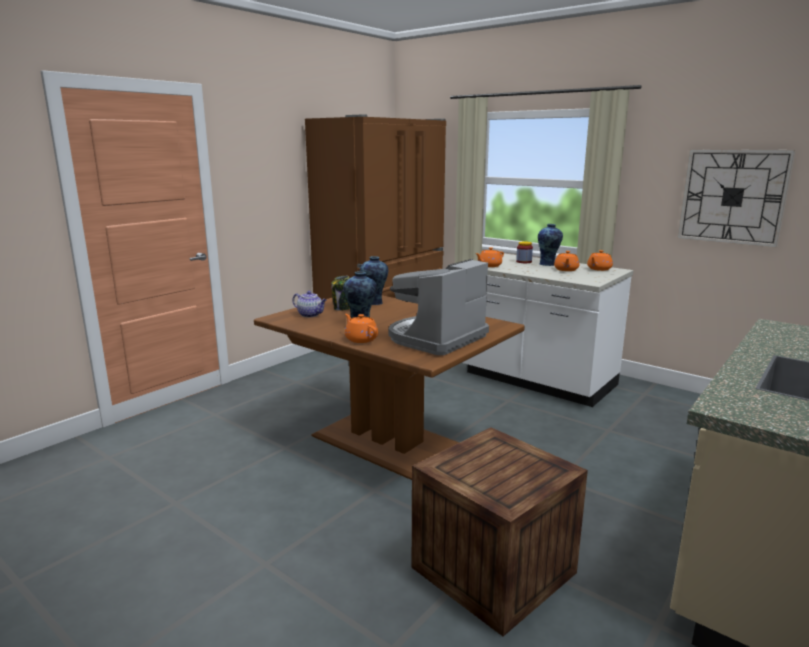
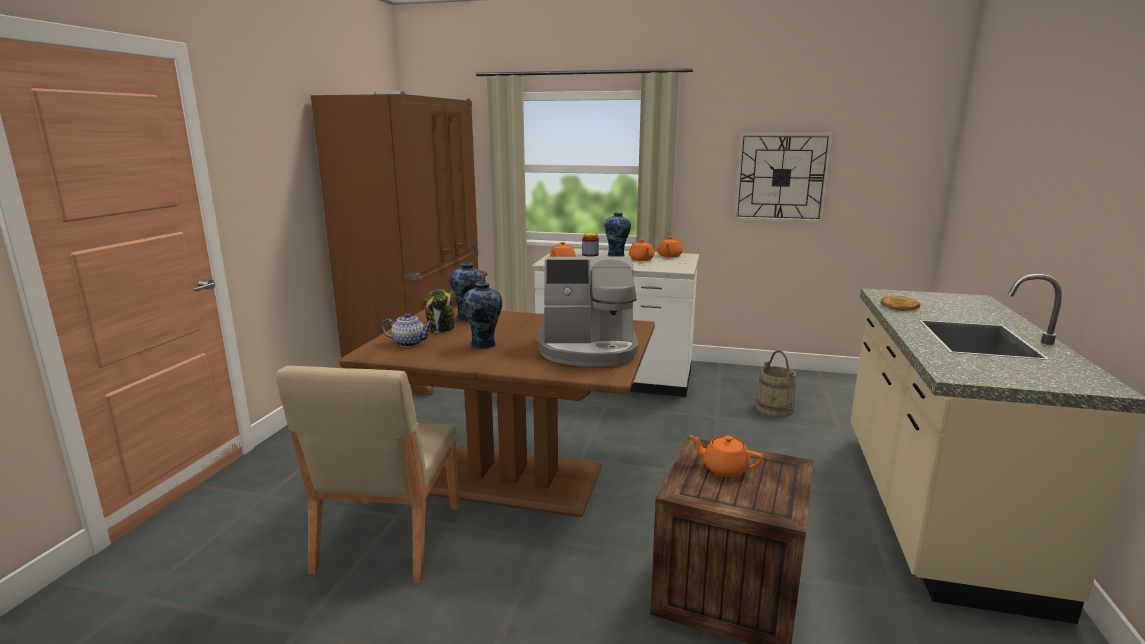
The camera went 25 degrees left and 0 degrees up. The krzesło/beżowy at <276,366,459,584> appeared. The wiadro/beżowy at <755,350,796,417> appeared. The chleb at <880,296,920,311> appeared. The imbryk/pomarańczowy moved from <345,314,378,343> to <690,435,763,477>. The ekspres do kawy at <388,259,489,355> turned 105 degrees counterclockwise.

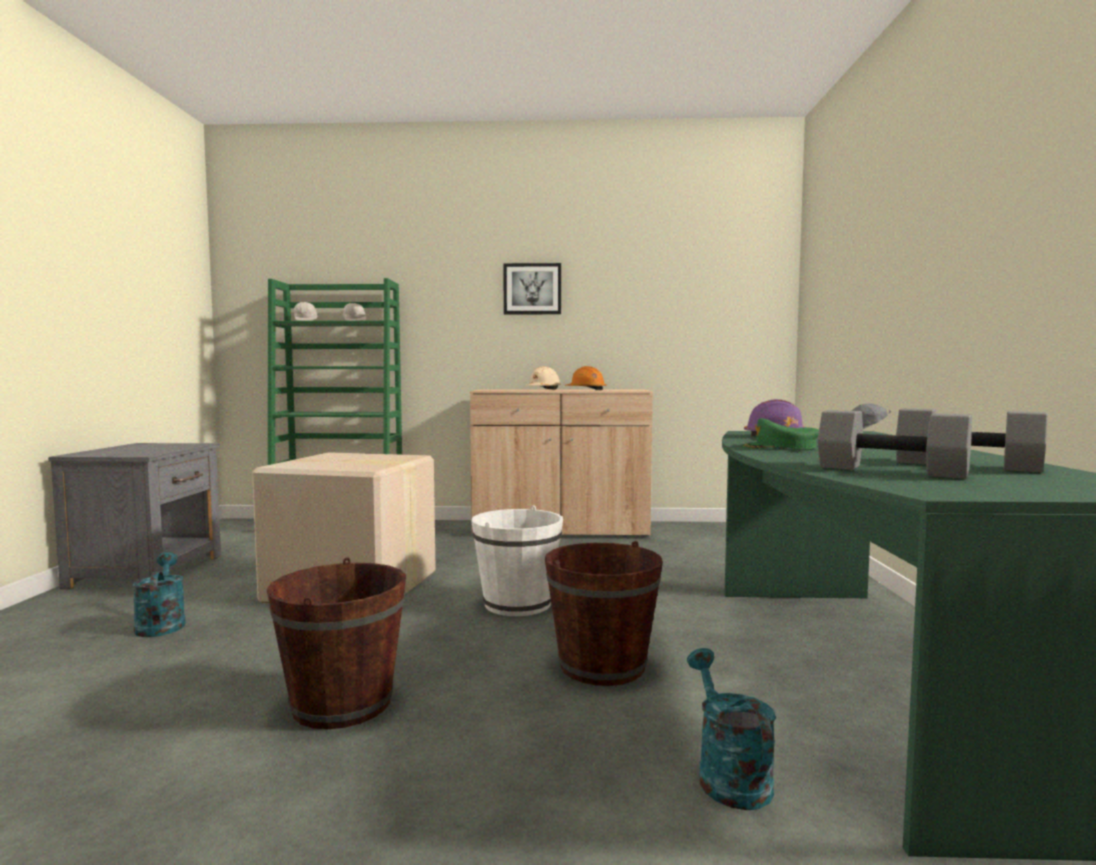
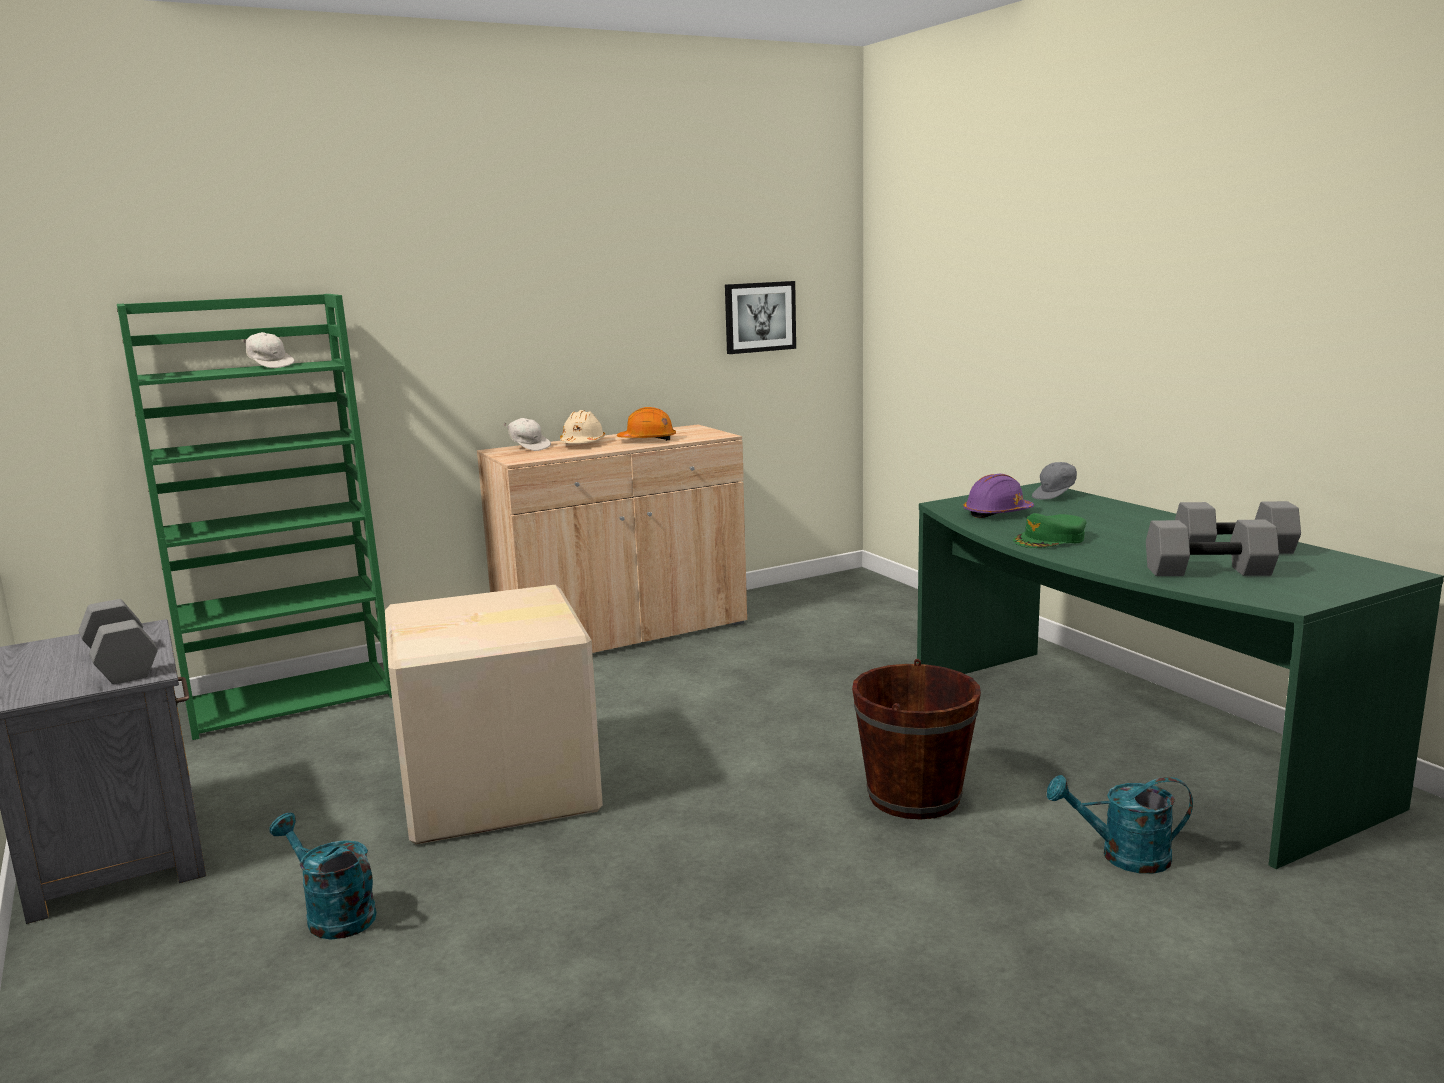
The camera went 30 degrees left and 10 degrees up. The wiadro/brązowy at <266,557,406,729> disappeared. The wiadro/biały at <471,505,563,616> disappeared. The hantel/szary at <79,599,158,684> appeared. The czapka z daszkiem/biały moved from <294,302,317,321> to <504,418,551,451>. The obraz moved from <503,263,561,314> to <725,281,796,354>. The konewka/turkusowy at <687,648,776,810> turned 45 degrees counterclockwise.

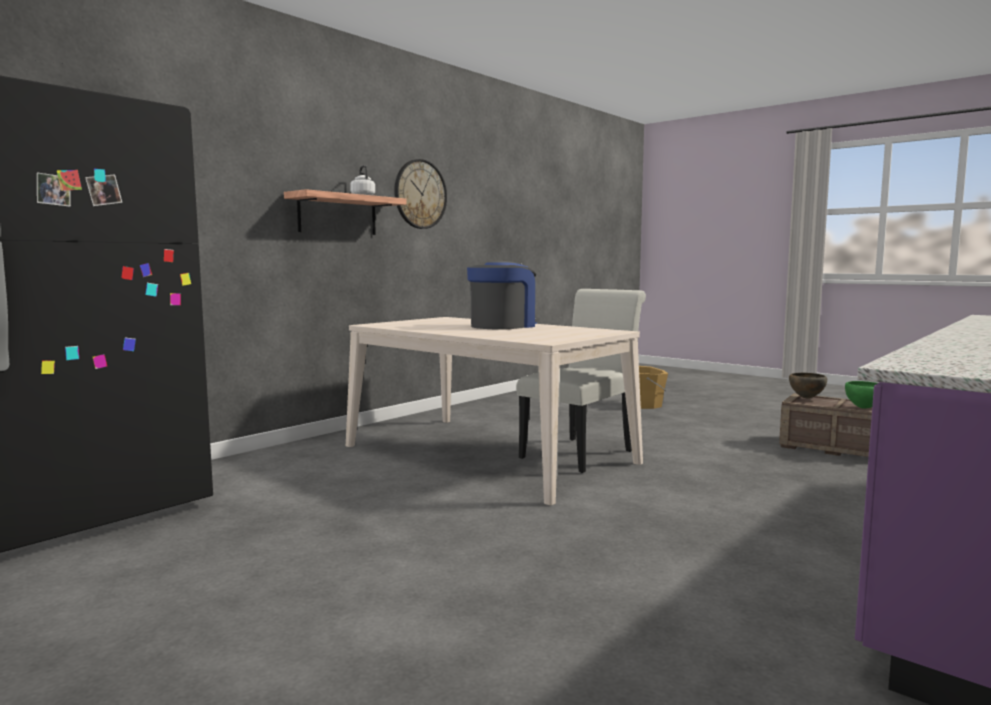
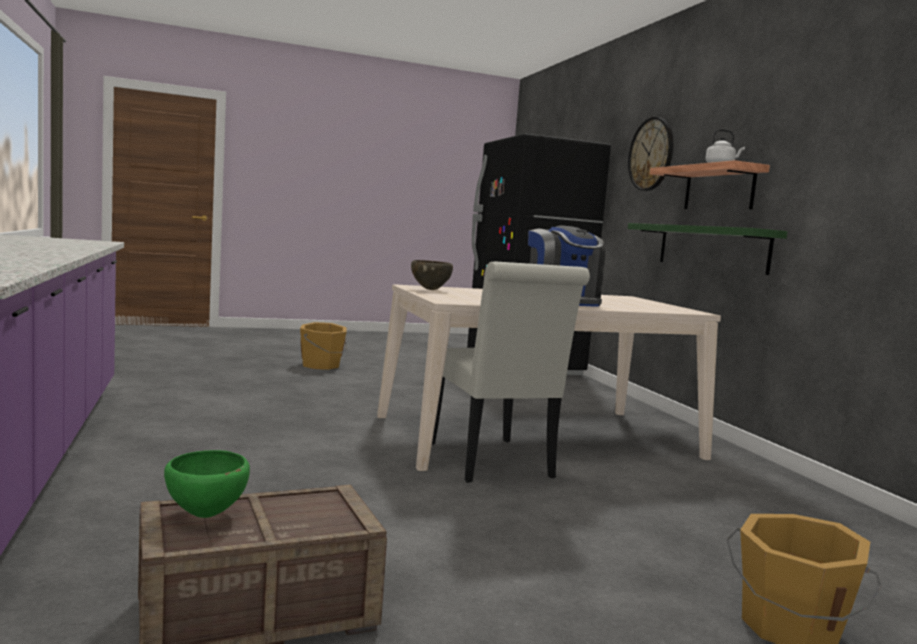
The camera went 120 degrees right and 0 degrees up. The wiadro/pomarańczowy at <300,322,347,370> appeared. The półka/zielony at <628,223,788,275> appeared. The zegar ścienny moved from <394,159,447,229> to <628,117,673,191>. The miska/brązowy moved from <789,373,827,398> to <411,260,453,290>.

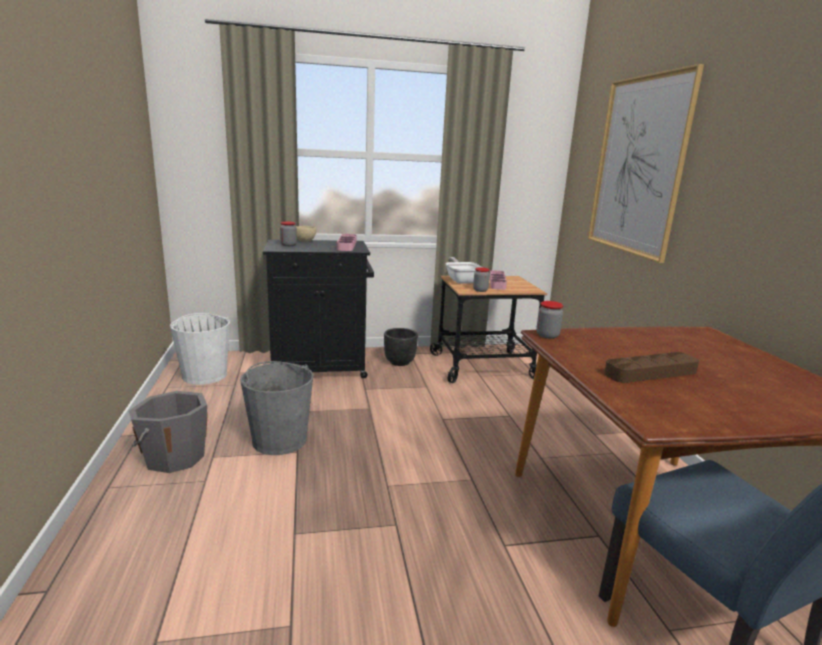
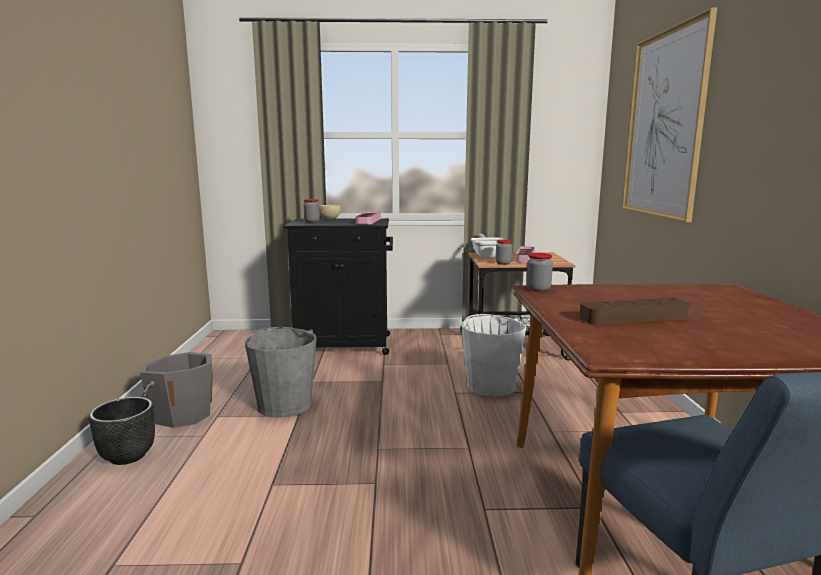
The camera went 10 degrees right and 5 degrees down. The wiadro/biały moved from <170,313,230,385> to <461,314,526,397>. The donica/czarny moved from <384,328,418,366> to <89,397,155,465>.

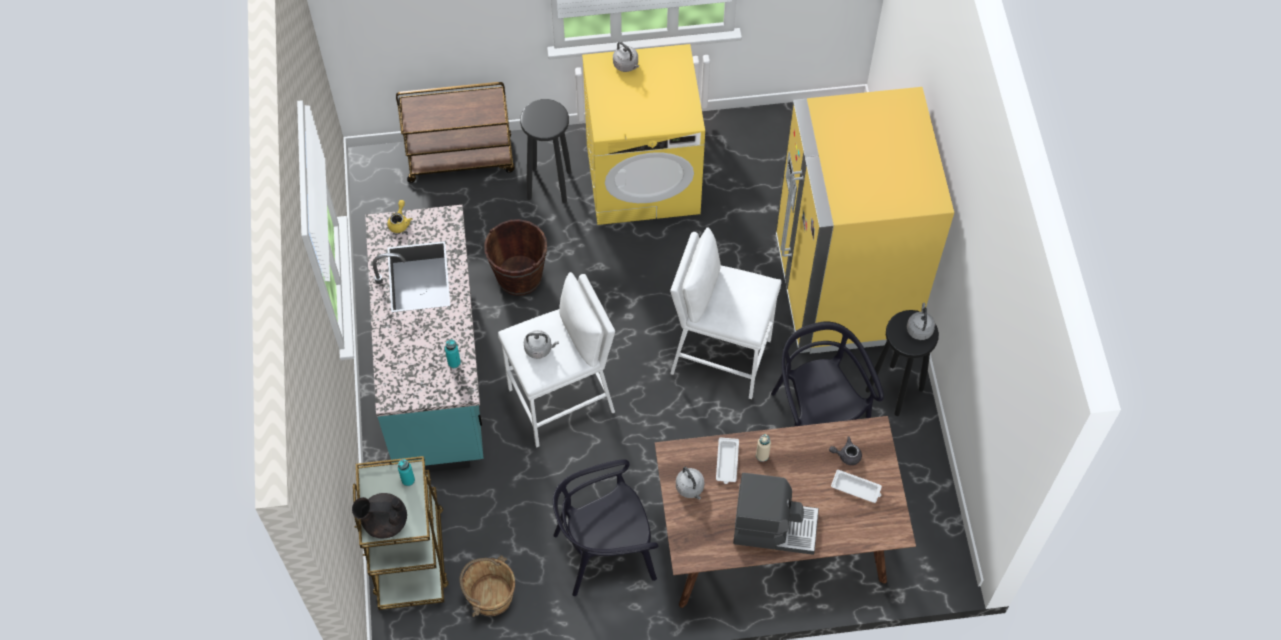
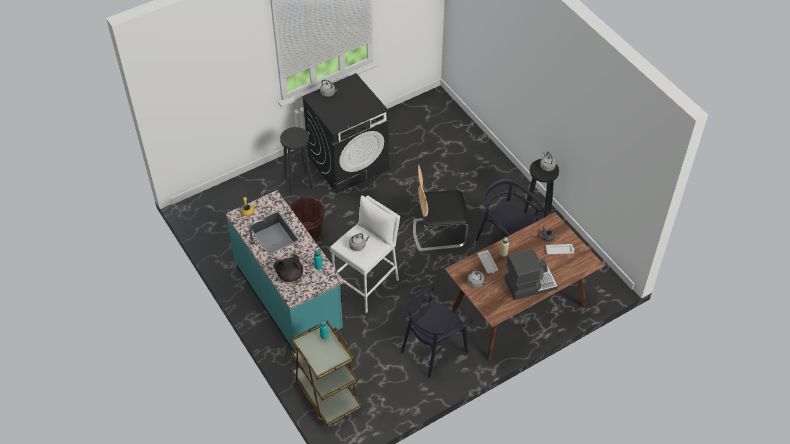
The camera went 25 degrees left and 10 degrees down. The wózek/brązowy at <396,82,515,183> disappeared. The wiadro/brązowy at <459,555,515,617> disappeared. The lodówka/żółty at <776,87,954,354> disappeared. The imbryk/czarny moved from <352,493,407,538> to <273,254,303,282>. The stołek/biały at <670,227,781,400> was replaced by the krzesło at <413,165,469,252>. The pralka/żółty at <582,44,705,225> became the pralka/czarny at <302,73,389,194>.

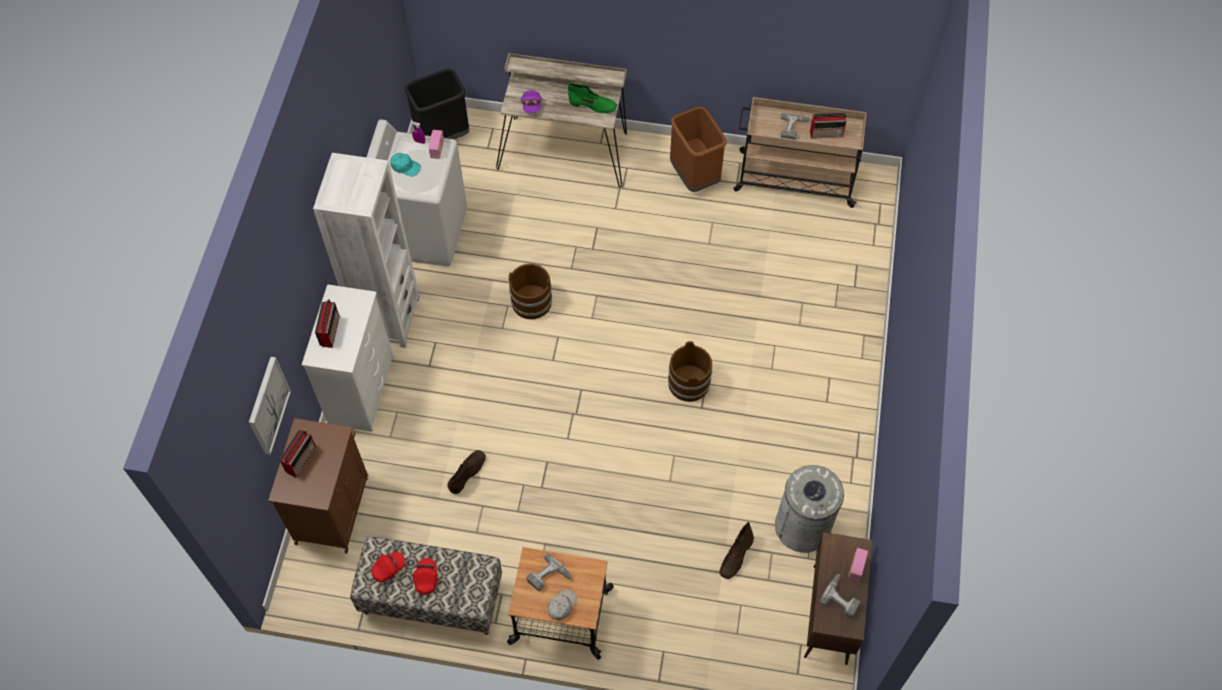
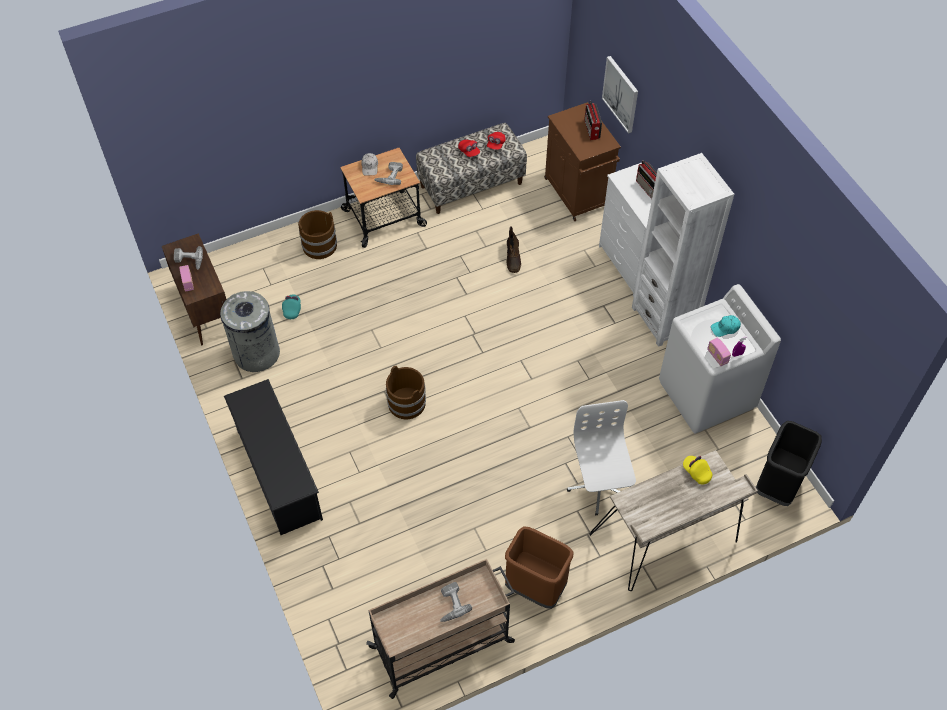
The camera went 145 degrees right and 5 degrees down. The but z cholewką/zielony at <568,83,617,113> disappeared. The radio at <810,113,847,139> disappeared. The regał na buty/czarny at <224,379,323,535> appeared. The krzesło biurowe/biały at <567,400,636,516> appeared. The wiadro/brązowy moved from <509,264,552,319> to <298,210,337,259>. The but z cholewką/brązowy at <719,522,754,579> was replaced by the czapka z daszkiem/turkusowy at <282,294,301,319>. The czapka z daszkiem/fioletowy at <521,90,542,113> became the czapka z daszkiem/żółty at <683,456,712,484>.

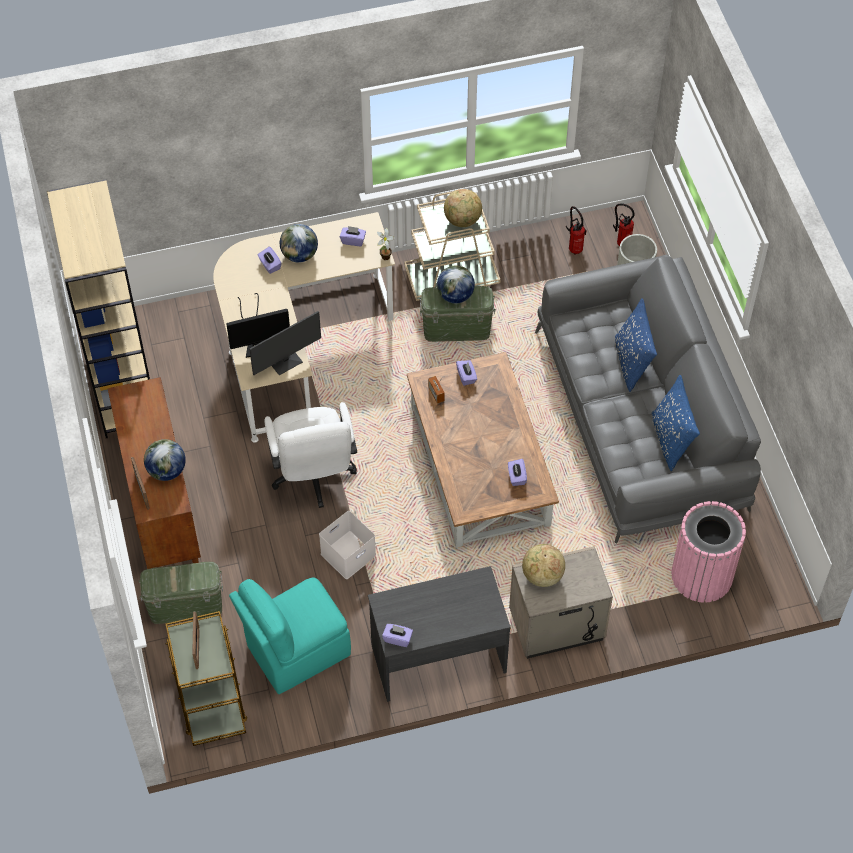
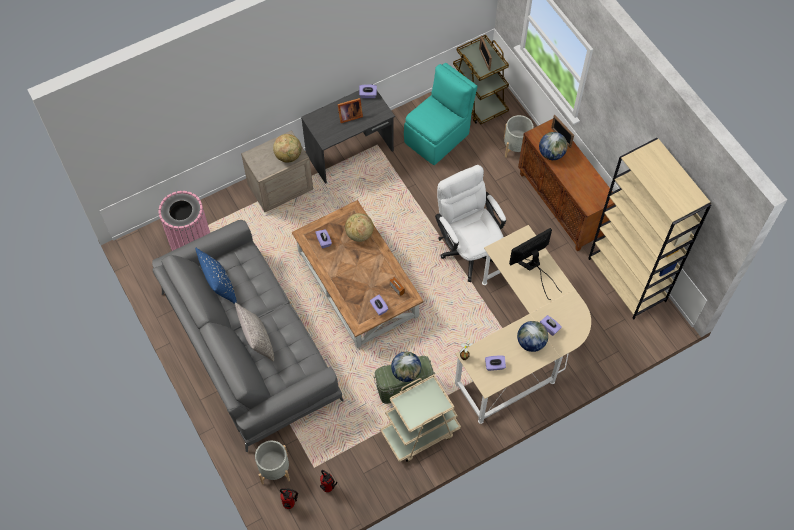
The camera went 165 degrees right and 5 degrees up. The monitor at <250,311,321,375> disappeared. The pojemnik do przechowywania/biały at <319,511,376,579> disappeared. The ramka na zdjęcie at <337,98,363,123> appeared. The globus moved from <444,189,482,227> to <345,213,374,242>. The pojemnik do przechowywania/zielony at <139,562,223,624> was replaced by the donica/szary at <504,115,534,158>. The poduszka/niebieski at <615,298,657,392> became the poduszka/szary at <235,302,274,361>.

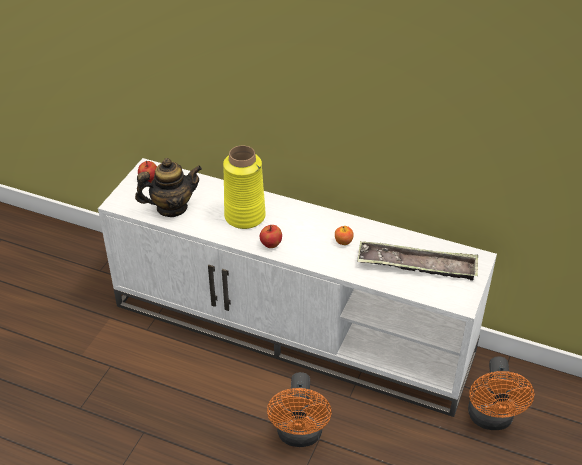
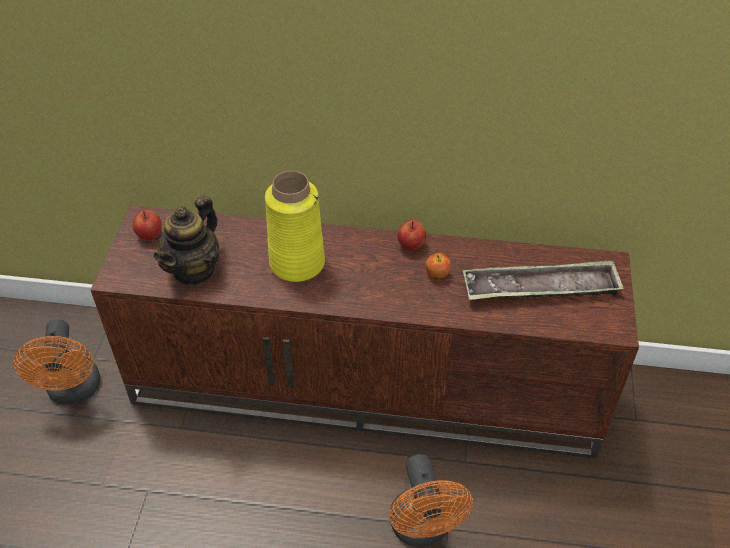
The camera went 15 degrees left and 5 degrees up. The jabłko moved from <260,225,282,248> to <398,220,426,250>. The wentylator/pomarańczowy moved from <468,356,534,430> to <14,319,100,404>. The szafka pod telewizor/biały at <98,158,497,417> became the szafka pod telewizor/brązowy at <91,205,639,458>. The imbryk at <135,158,202,217> turned 150 degrees clockwise.

